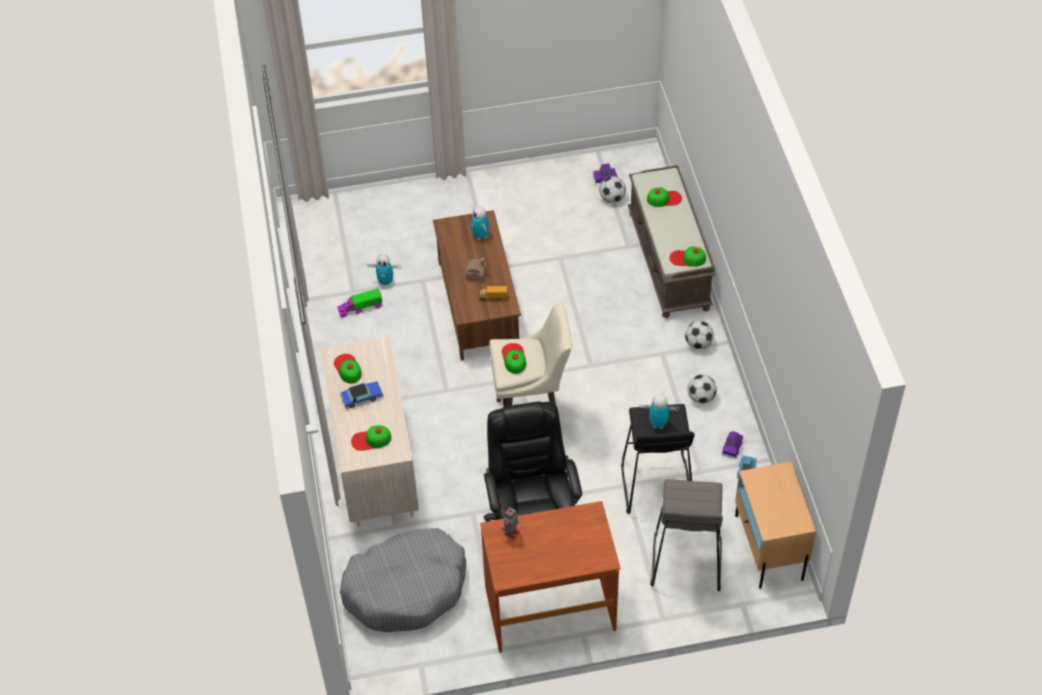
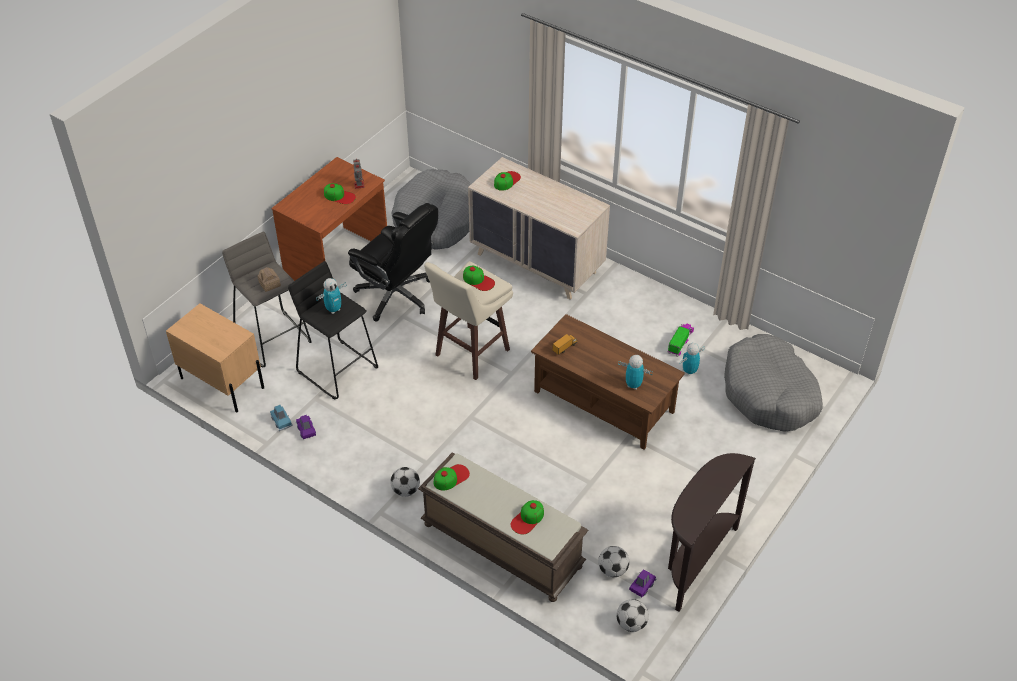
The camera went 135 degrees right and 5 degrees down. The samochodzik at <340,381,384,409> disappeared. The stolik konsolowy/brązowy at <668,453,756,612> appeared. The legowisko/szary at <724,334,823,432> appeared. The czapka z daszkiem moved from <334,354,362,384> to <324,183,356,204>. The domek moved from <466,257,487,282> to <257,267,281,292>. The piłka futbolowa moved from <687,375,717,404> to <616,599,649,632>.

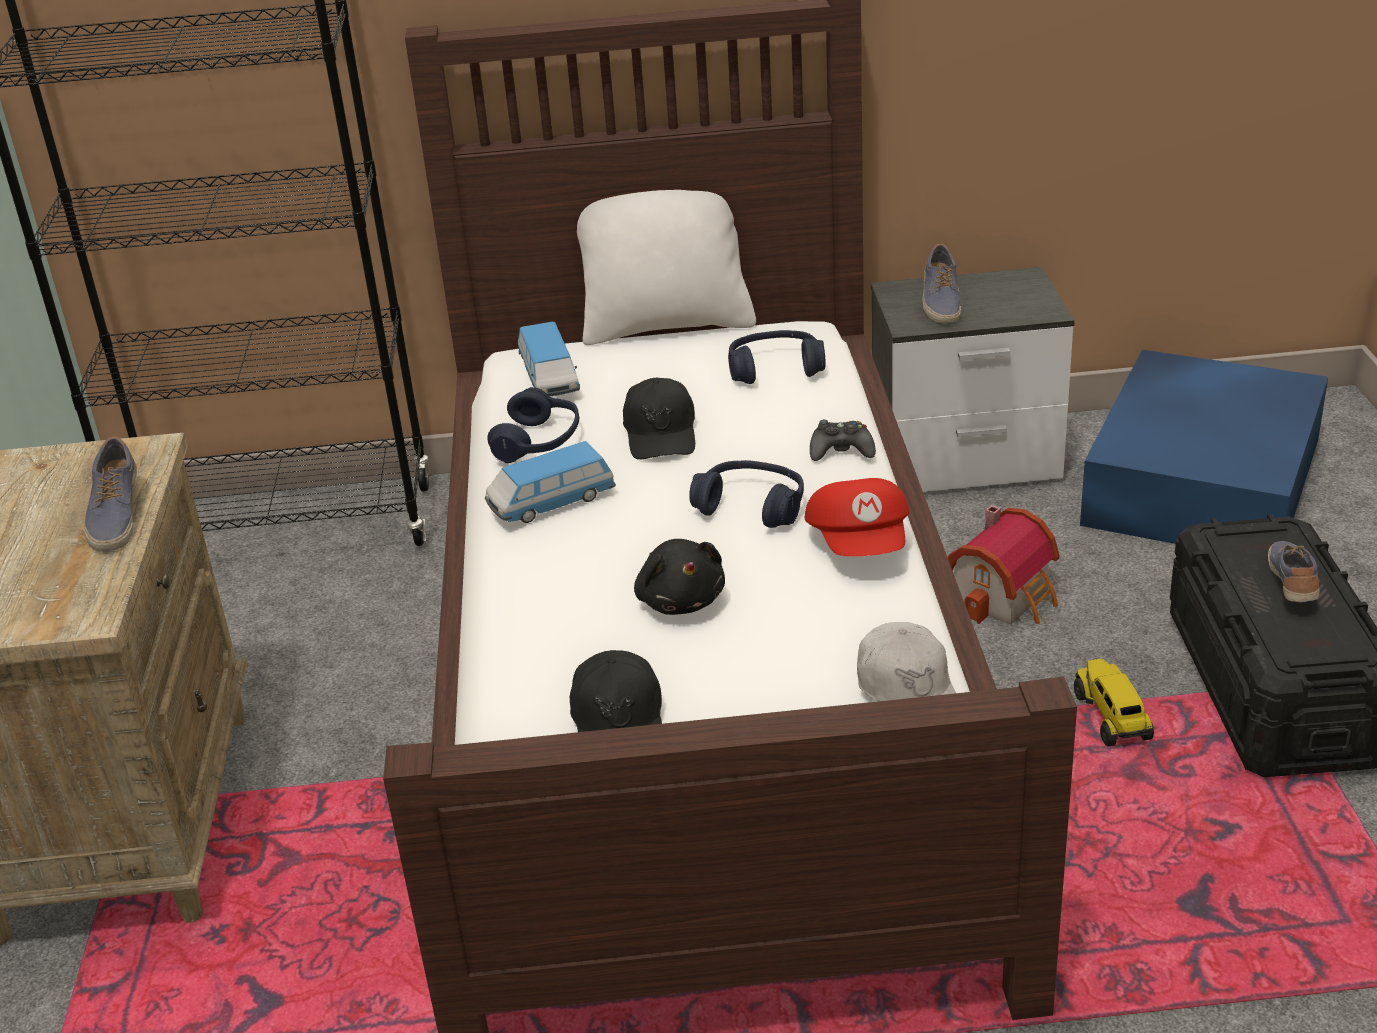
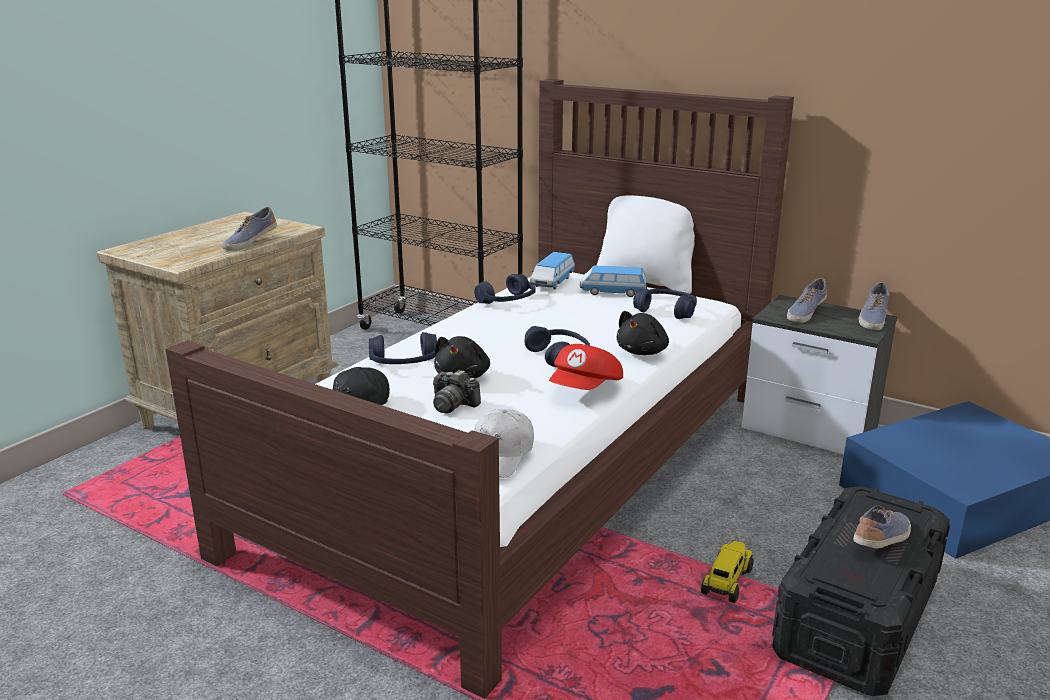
The camera went 35 degrees right and 10 degrees down. The czapka z daszkiem/czarny at <623,378,695,459> disappeared. The domek at <947,505,1059,625> disappeared. The słuchawki/niebieski at <369,332,437,364> appeared. The aparat fotograficzny at <433,370,481,413> appeared. The but at <859,282,890,330> appeared. The samochodzik moved from <485,441,616,523> to <580,266,647,297>. The pad do gier/czarny at <810,420,876,461> was replaced by the pluszak/czarny at <616,311,669,355>.

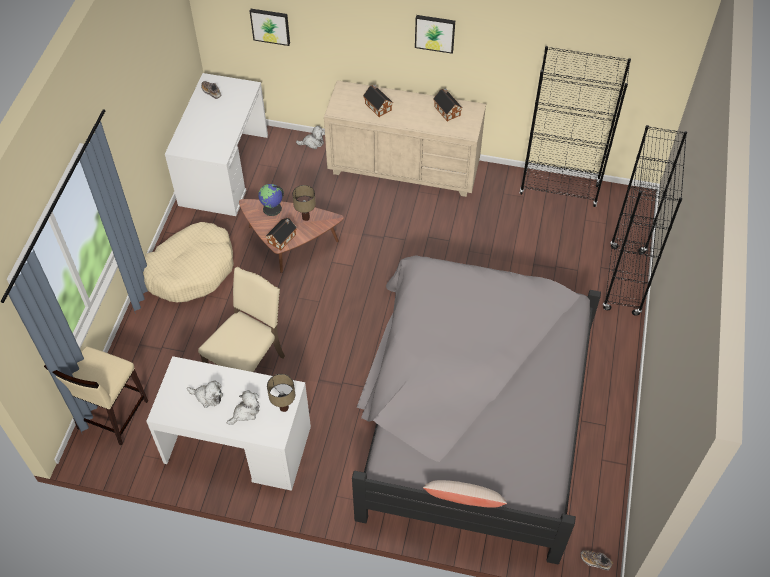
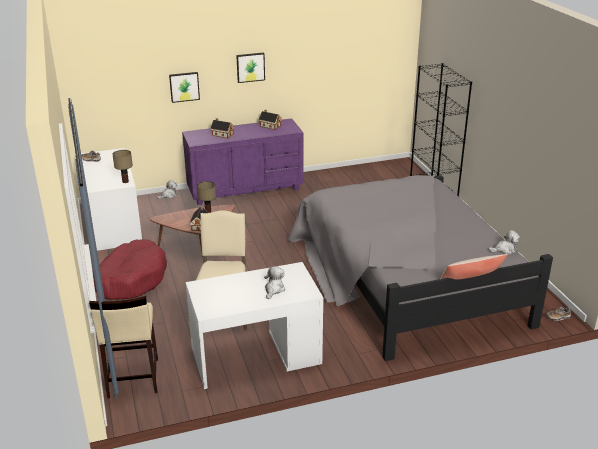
The camera went 30 degrees left and 25 degrees down. The globus at <258,184,284,216> disappeared. The regał/czarny at <519,46,631,207> disappeared. The pluszak moved from <187,380,223,408> to <489,230,520,255>. The obraz moved from <250,9,290,46> to <169,72,200,103>. The lampa stołowa moved from <267,374,295,412> to <112,150,133,183>. The legowisko/beżowy at <143,222,234,302> became the legowisko/czerwony at <93,239,167,300>. The komoda/beżowy at <324,80,486,197> became the komoda/fioletowy at <182,118,304,205>.

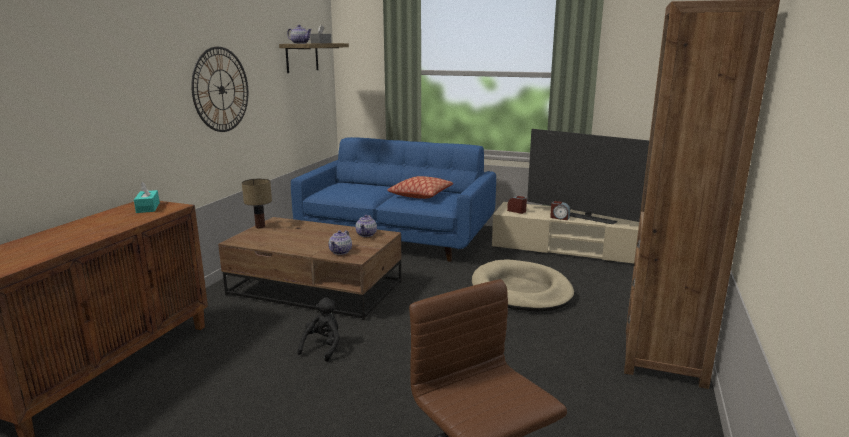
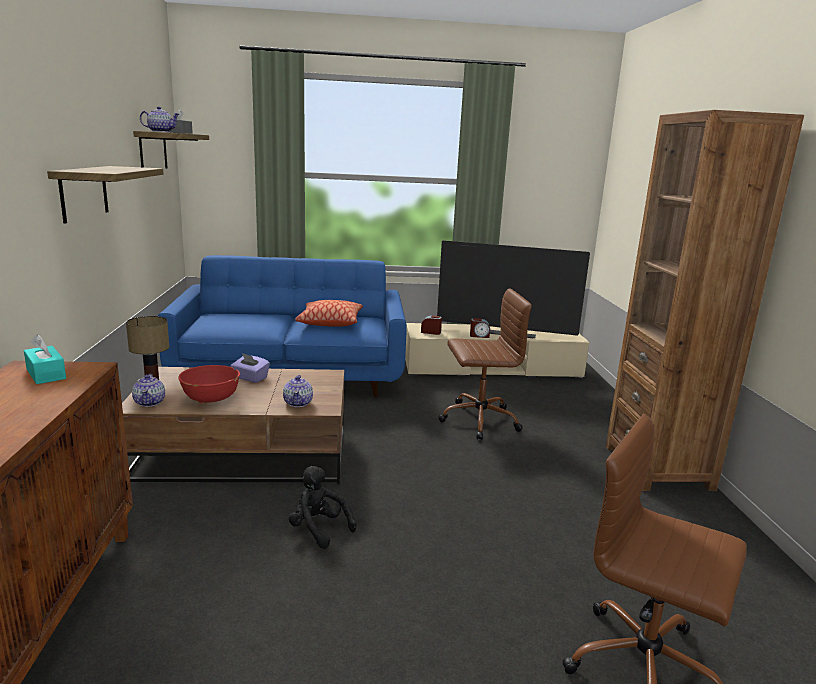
The camera went 25 degrees left and 0 degrees up. The miska/czerwony at <178,365,240,403> appeared. The pudełko chusteczek/fioletowy at <231,353,270,383> appeared. The imbryk moved from <356,215,377,237> to <132,374,165,407>. The zegar ścienny at <191,47,248,132> was replaced by the półka at <47,166,163,224>. The legowisko/beżowy at <472,259,574,311> was replaced by the krzesło biurowe/brązowy at <438,288,532,440>. The pluszak/czarny at <297,297,340,362> turned 45 degrees counterclockwise.

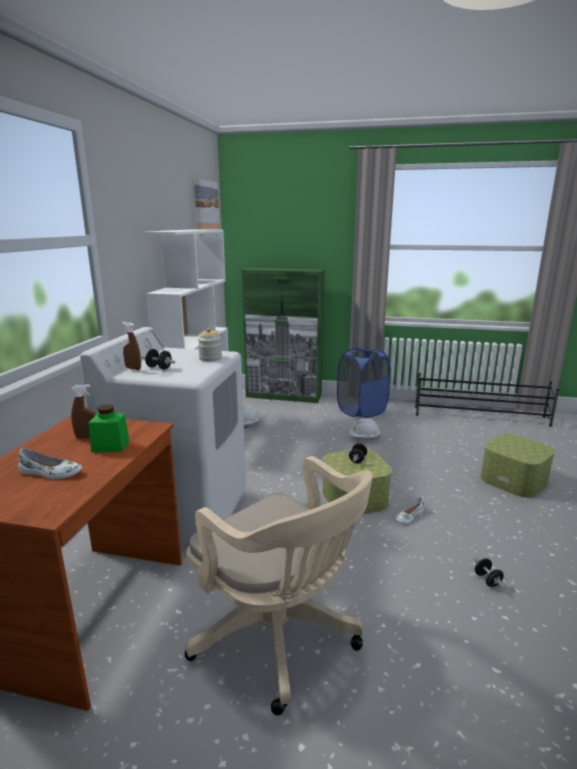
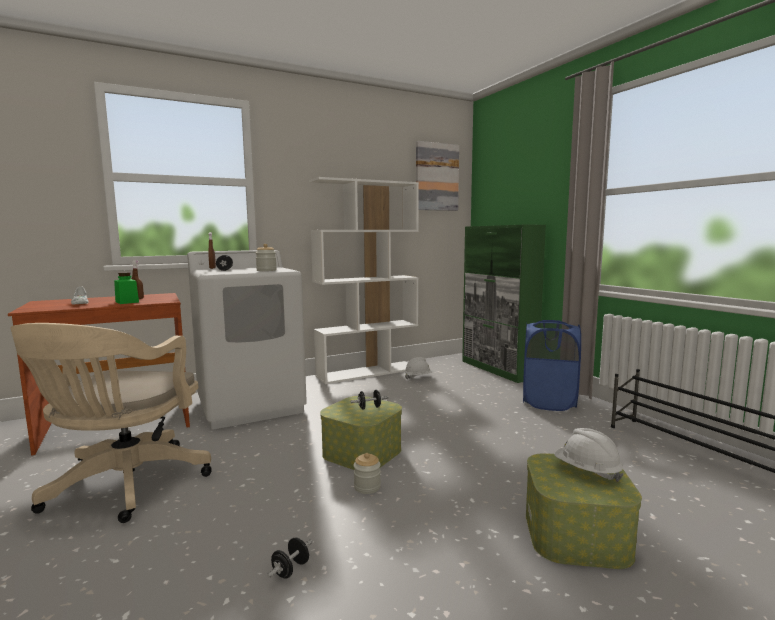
The camera went 50 degrees right and 10 degrees down. The kask/biały moved from <349,418,380,438> to <555,428,624,482>. The but/biały at <396,497,424,524> was replaced by the słoik at <354,453,381,494>.

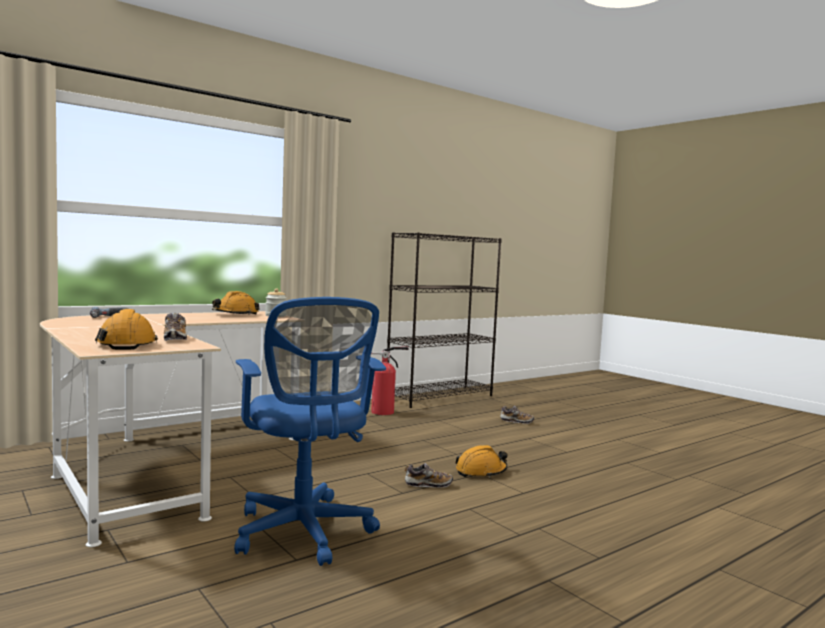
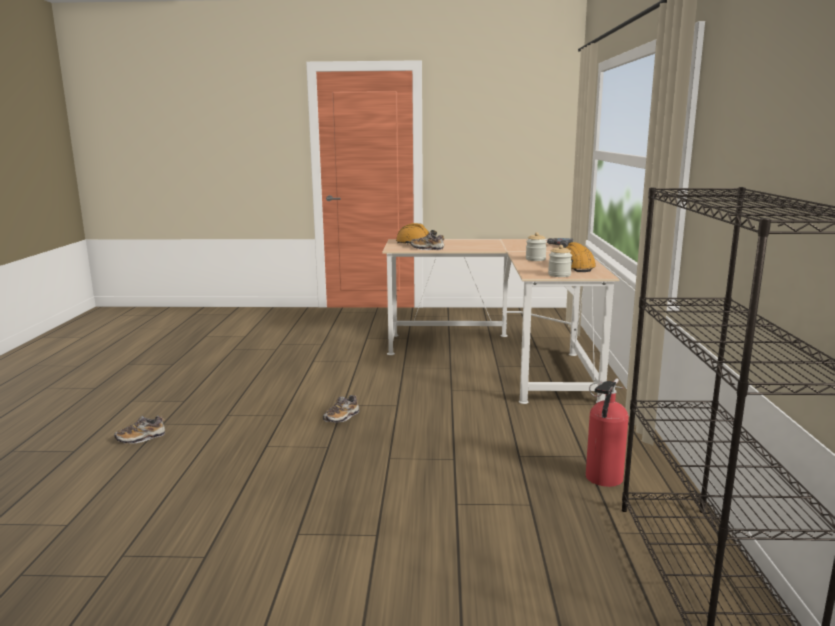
The camera went 130 degrees right and 10 degrees up. The krzesło biurowe/niebieski at <234,297,386,566> disappeared. The kask/pomarańczowy at <456,445,508,478> disappeared. The słoik at <526,232,547,261> appeared. The but moved from <500,406,534,424> to <114,416,165,443>.

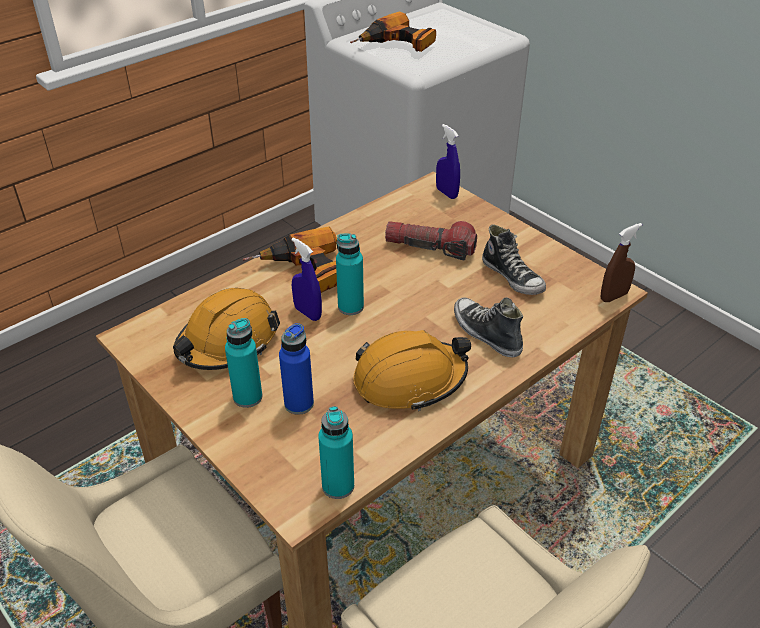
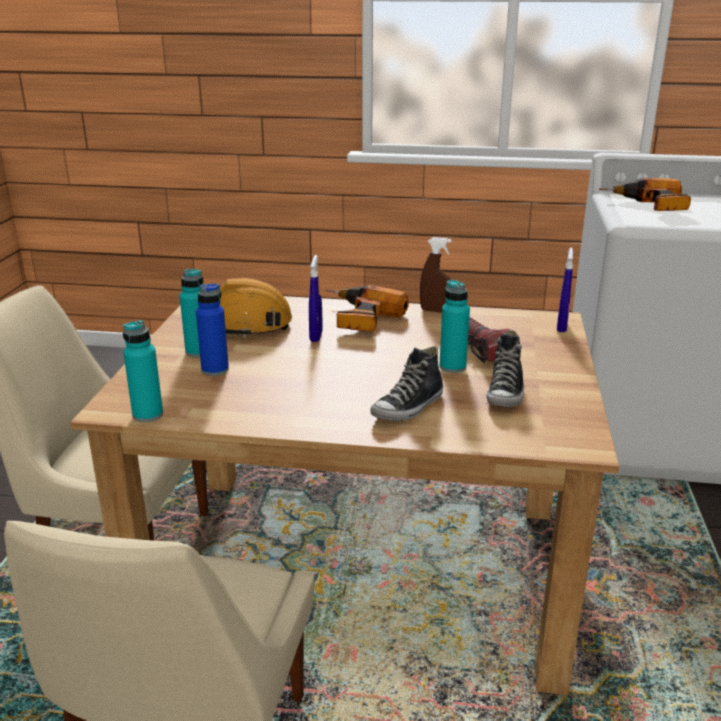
The camera went 50 degrees right and 15 degrees down. The kask/pomarańczowy at <353,330,471,411> disappeared. The butelka/turkusowy moved from <336,234,364,315> to <439,280,470,373>. The spryskiwacz/brązowy moved from <601,223,642,302> to <420,237,452,313>. The but at <454,297,523,358> turned 150 degrees counterclockwise.

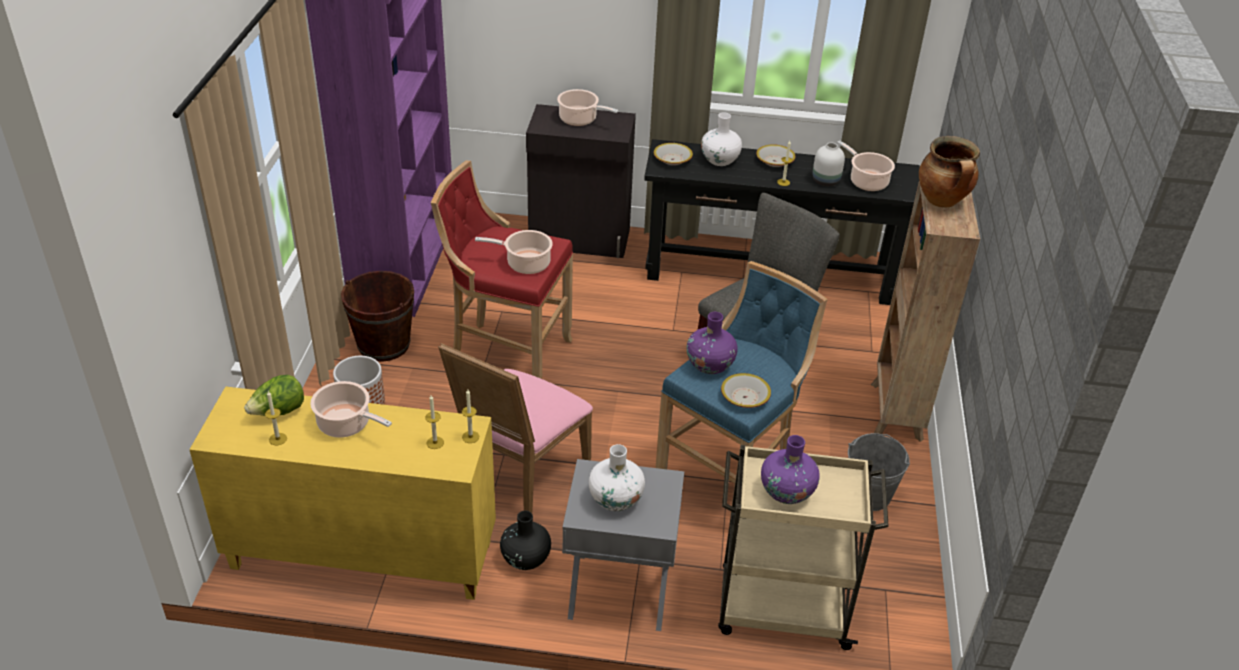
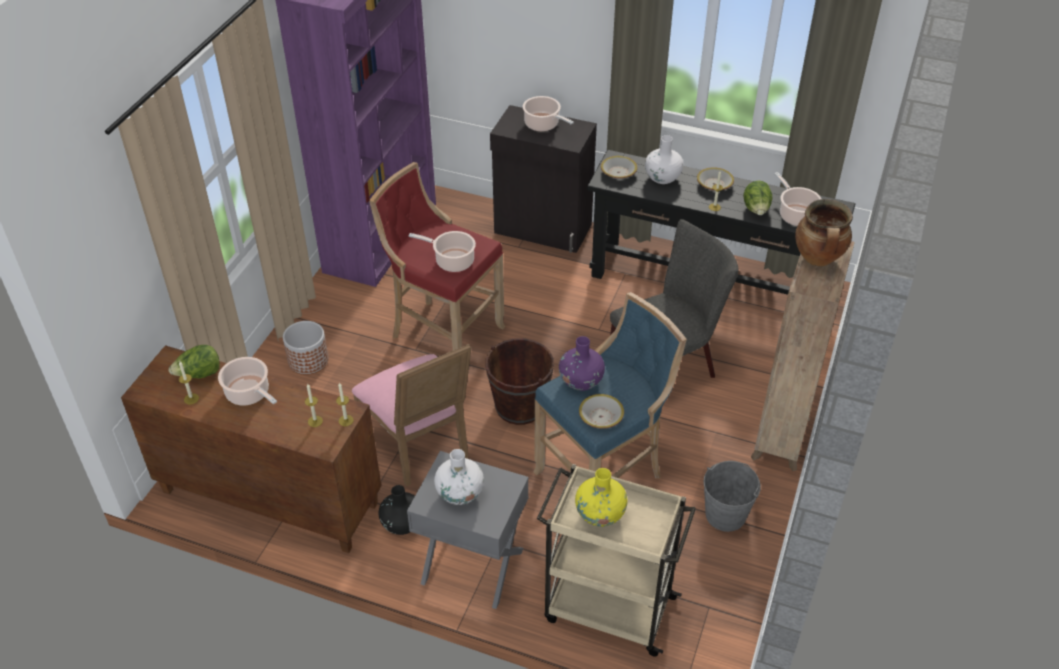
The camera went 15 degrees right and 5 degrees up. The wiadro/brązowy moved from <341,271,414,362> to <485,338,554,425>. The wazon/biały at <812,142,845,186> was replaced by the sałata at <743,180,773,215>. The szafka/żółty at <189,387,496,600> became the szafka/brązowy at <121,345,381,553>. The wazon/fioletowy at <761,435,820,504> became the wazon/żółty at <575,468,628,527>. The krzesło/różowy at <438,343,593,513> turned 75 degrees counterclockwise.

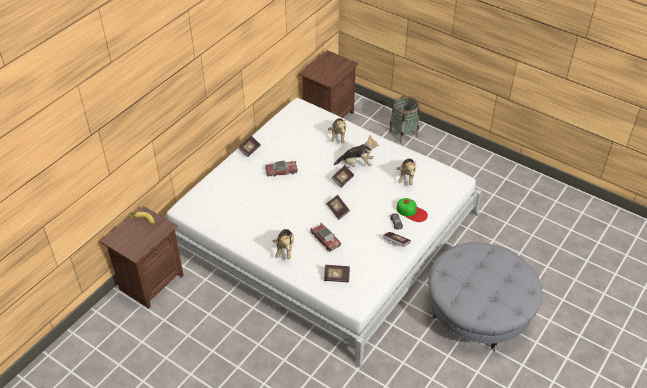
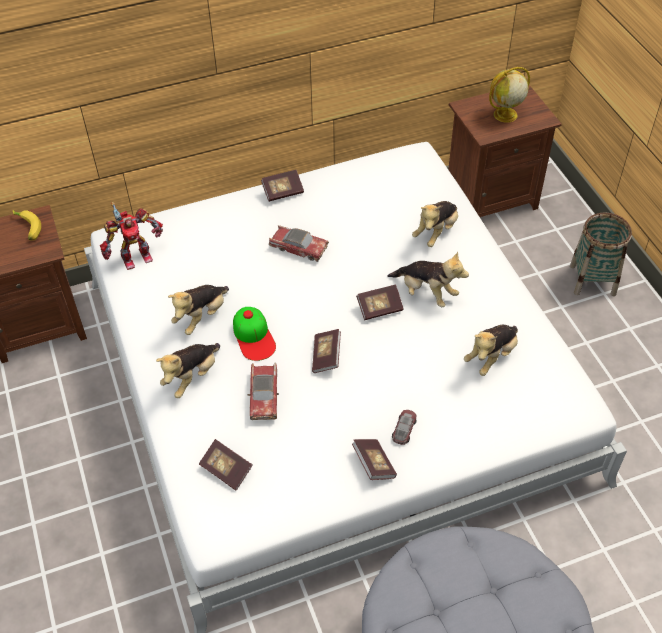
The camera went 35 degrees right and 5 degrees up. The robot zabawkowy at <100,202,163,270> appeared. The pluszak at <168,285,229,335> appeared. The globus at <489,67,530,123> appeared. The czapka z daszkiem moved from <396,198,428,222> to <233,307,276,361>.

